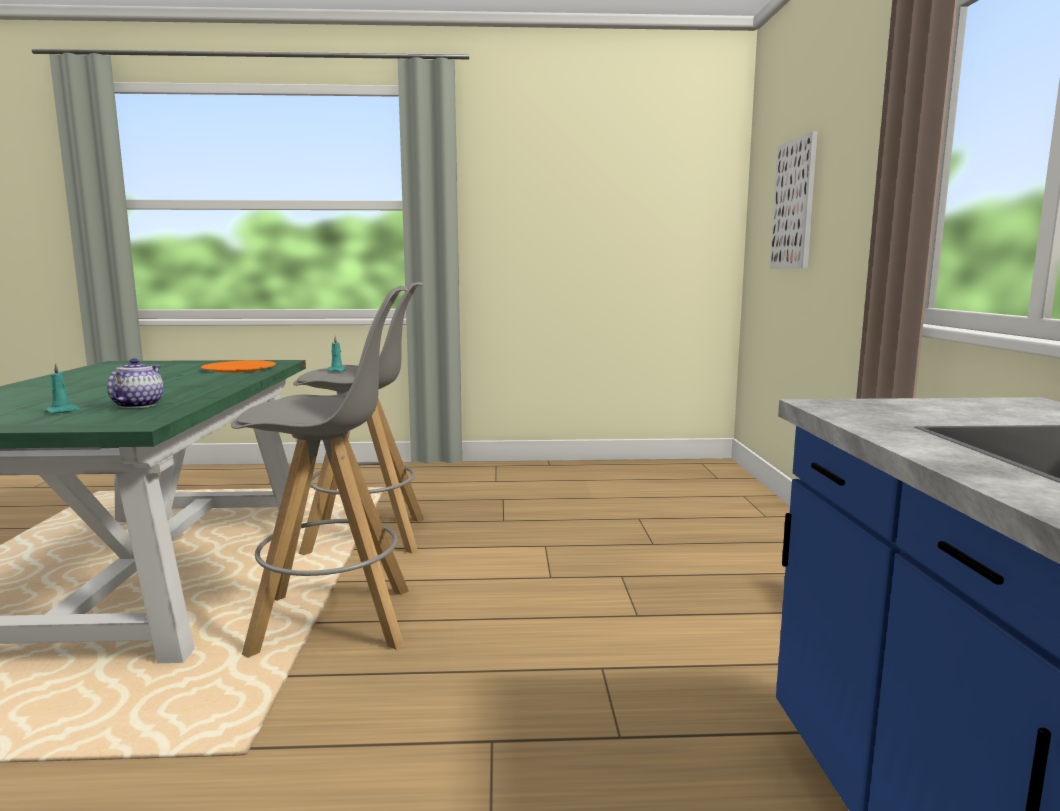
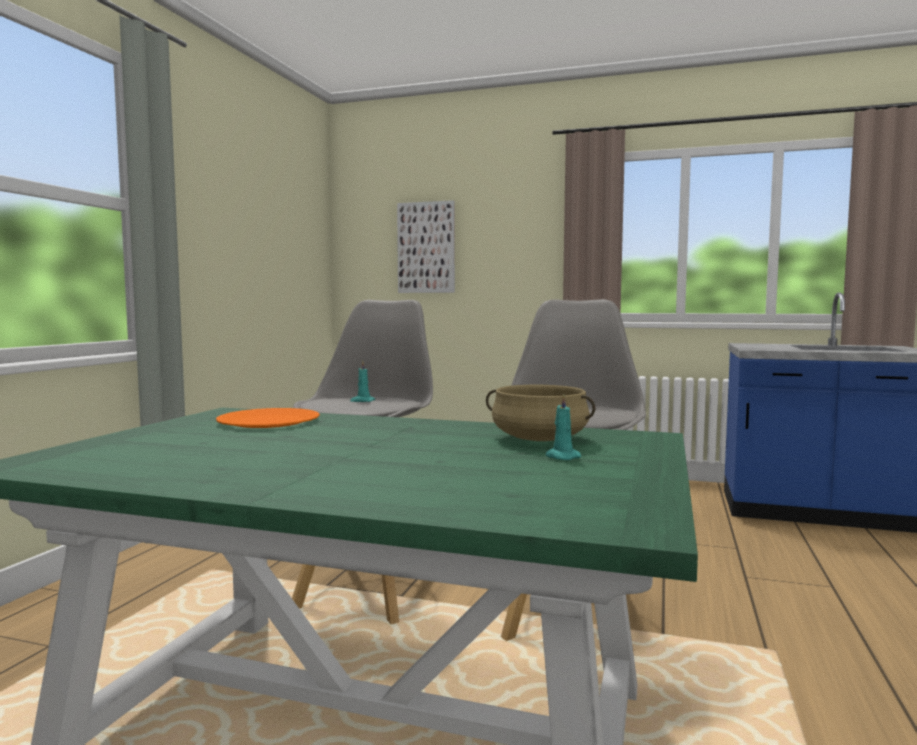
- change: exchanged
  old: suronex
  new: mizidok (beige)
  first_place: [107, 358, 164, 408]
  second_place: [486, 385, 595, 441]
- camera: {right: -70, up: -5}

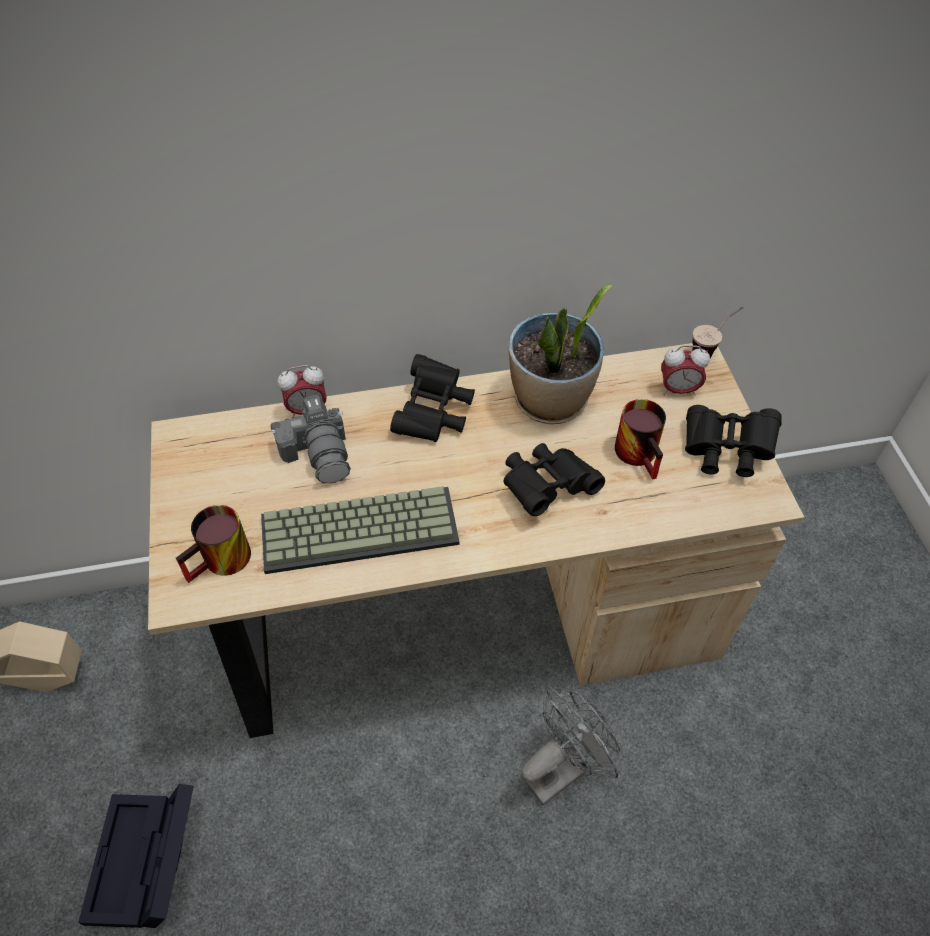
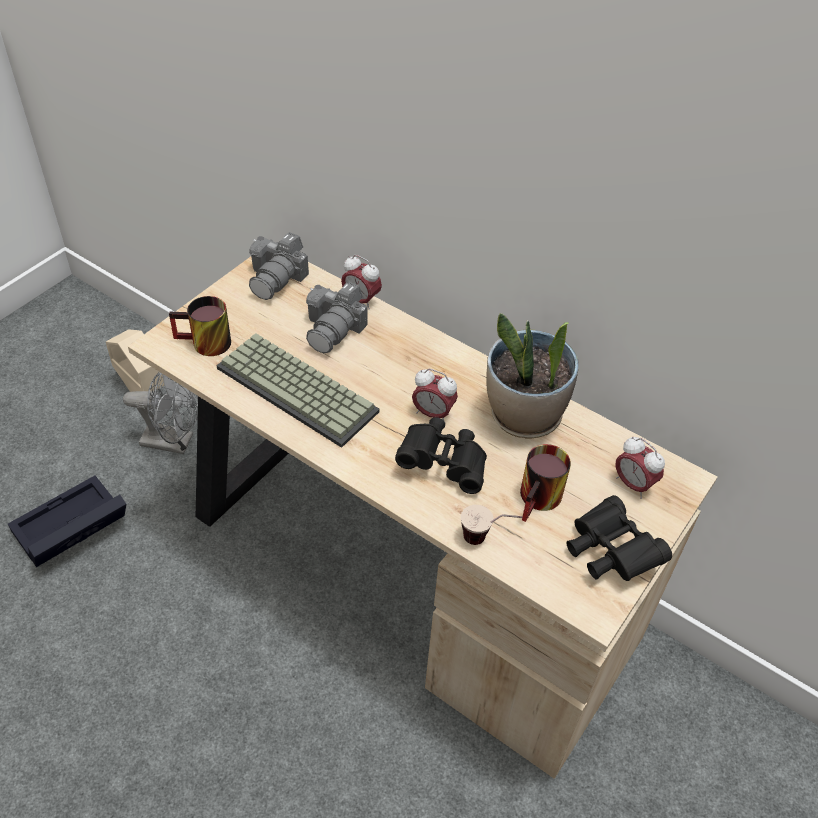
- change: relocated
  old: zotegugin
  first_place: [692, 307, 743, 358]
  second_place: [461, 505, 523, 545]
- change: missing
  old: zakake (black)
  first_place: [390, 354, 475, 442]
- change: relocated
  old: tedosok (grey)
  first_place: [521, 686, 620, 805]
  second_place: [123, 372, 198, 454]
- change: appeared
  new: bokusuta
  second_place: [249, 232, 309, 300]
- change: appeared
  new: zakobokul
  second_place: [412, 368, 458, 421]
- camera: {right: 45, up: -5}

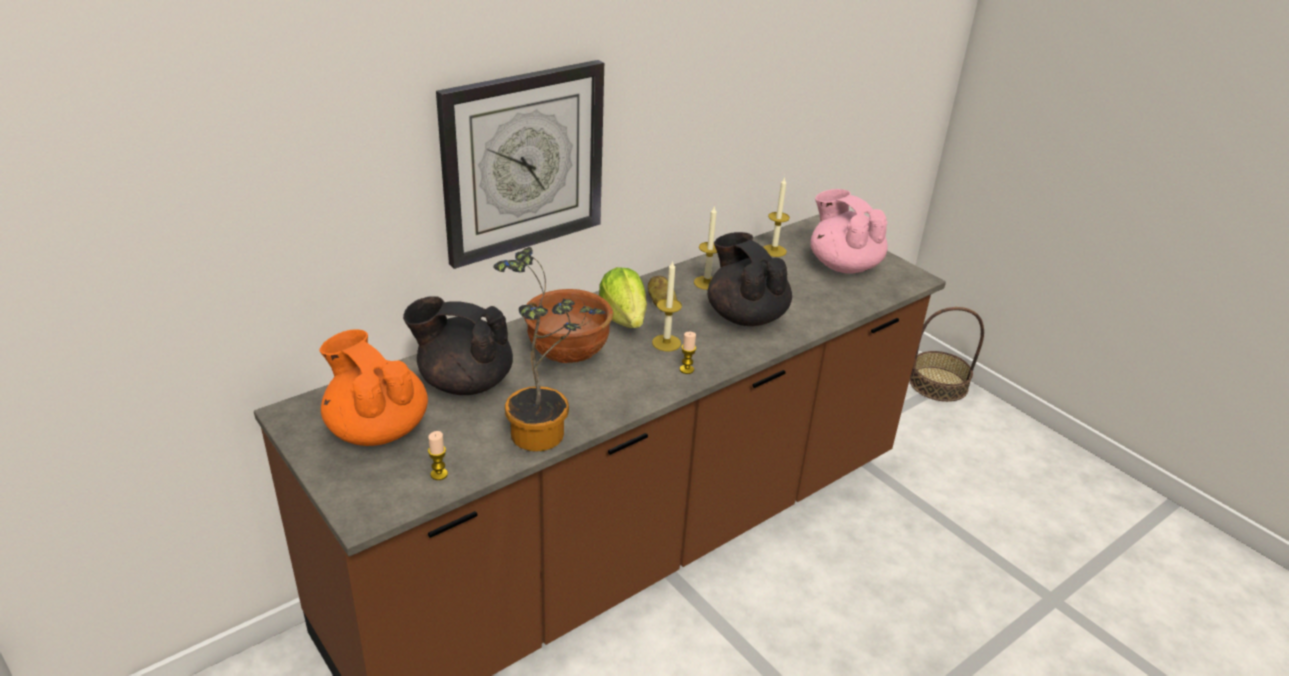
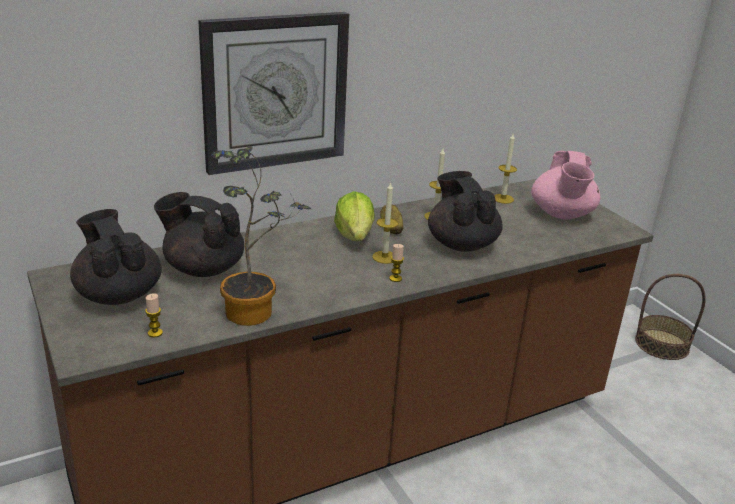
- change: spun
  old: suronex (pink)
  first_place: [810, 189, 888, 274]
  second_place: [531, 151, 600, 220]
  degrees: -150
- change: missing
  old: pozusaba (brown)
  first_place: [524, 289, 613, 363]
- change: colour
  old: suronex (orange)
  new: suronex (black)
  first_place: [320, 329, 428, 446]
  second_place: [70, 209, 162, 305]
- camera: {right: 10, up: -5}

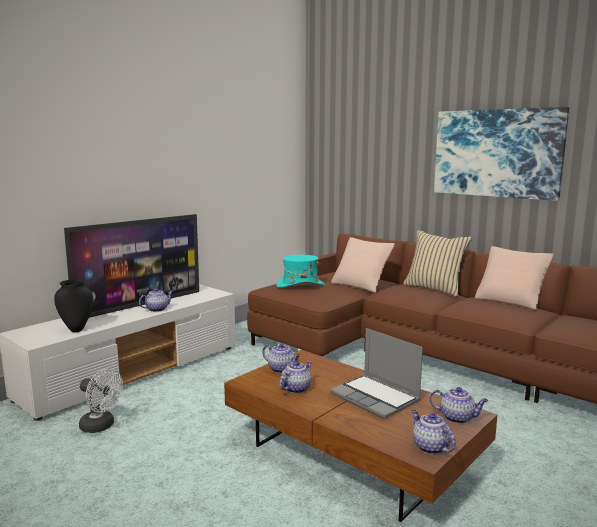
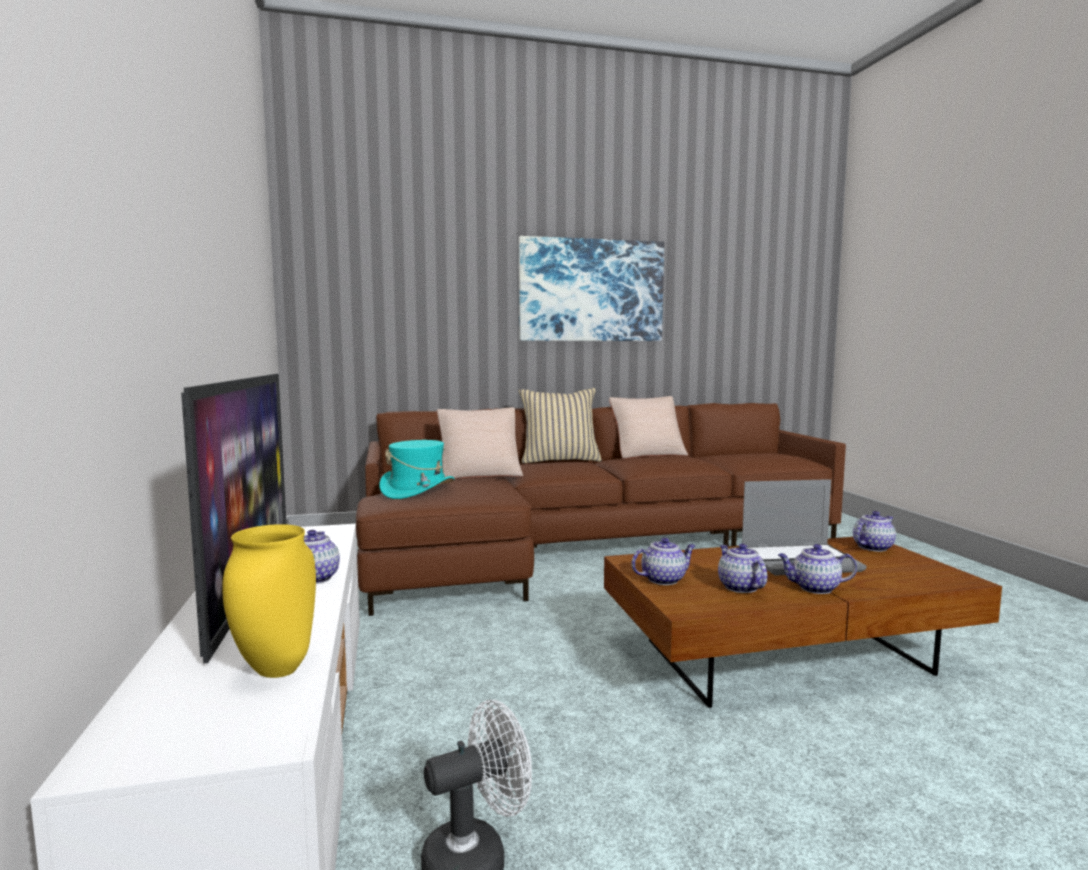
- change: colour
  old: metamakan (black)
  new: metamakan (yellow)
  first_place: [54, 279, 93, 332]
  second_place: [222, 524, 316, 678]
- change: relocated
  old: suronex
  first_place: [411, 410, 456, 454]
  second_place: [778, 544, 857, 594]
- camera: {right: -55, up: -5}

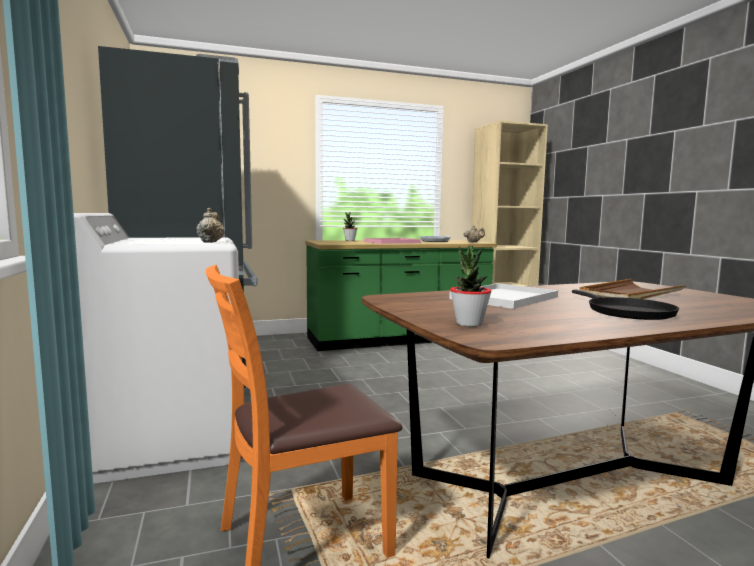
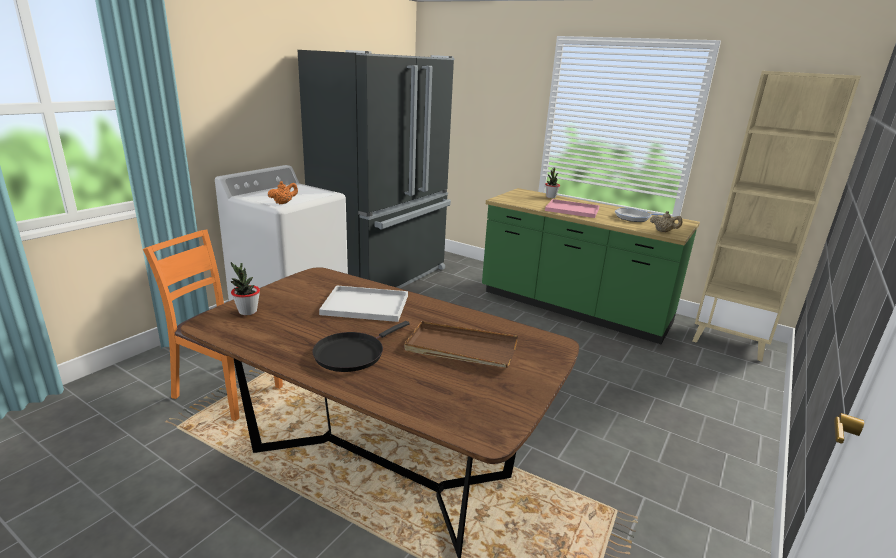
- change: colour
  old: suronex (beige)
  new: suronex (orange)
  first_place: [196, 208, 225, 243]
  second_place: [268, 181, 298, 204]
- camera: {right: 50, up: 15}

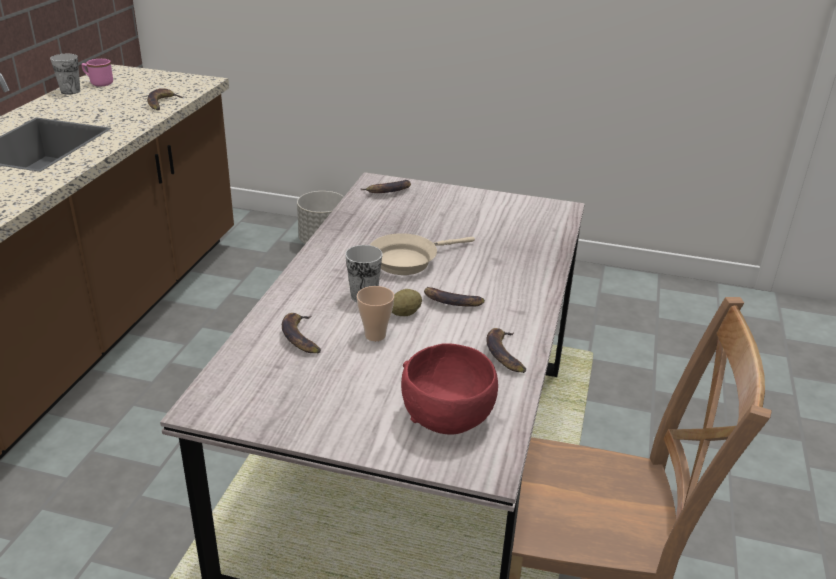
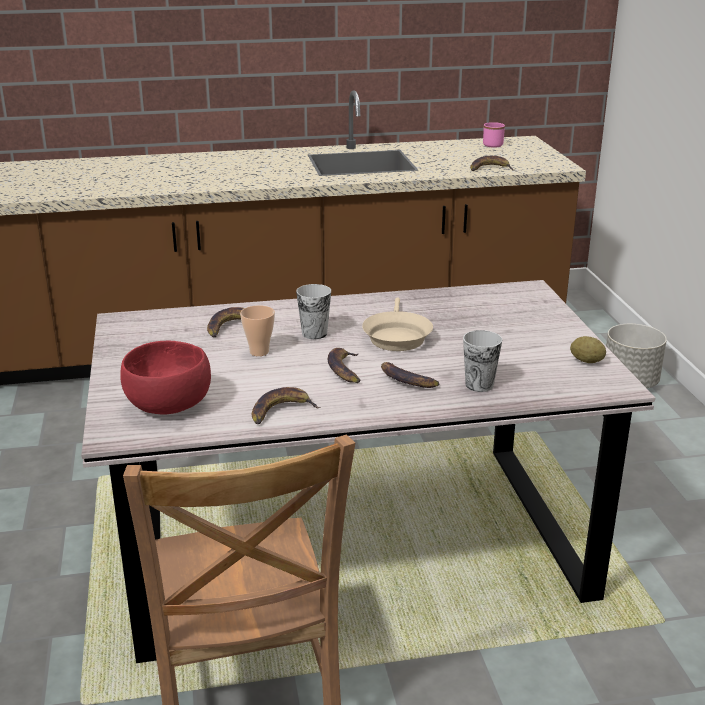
- change: relocated
  old: zotegugin
  first_place: [50, 54, 80, 95]
  second_place: [463, 330, 502, 392]
- change: relocated
  old: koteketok
  first_place: [360, 180, 411, 193]
  second_place: [381, 362, 439, 388]
- change: spun
  old: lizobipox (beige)
  first_place: [370, 233, 475, 275]
  second_place: [362, 297, 433, 351]
  degrees: -120
- change: relocated
  old: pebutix
  first_place: [392, 289, 422, 316]
  second_place: [570, 336, 606, 363]
- camera: {right: 65, up: -5}

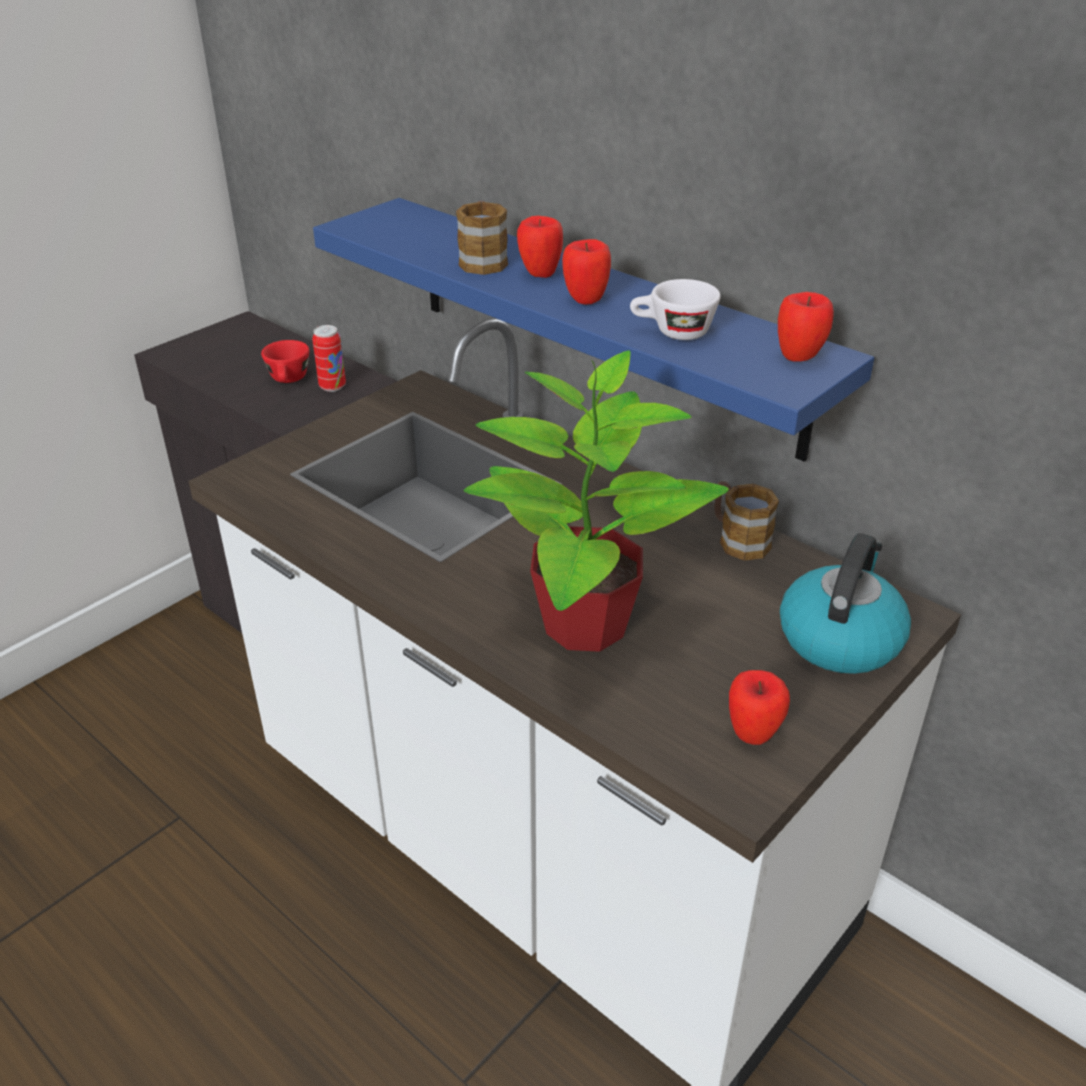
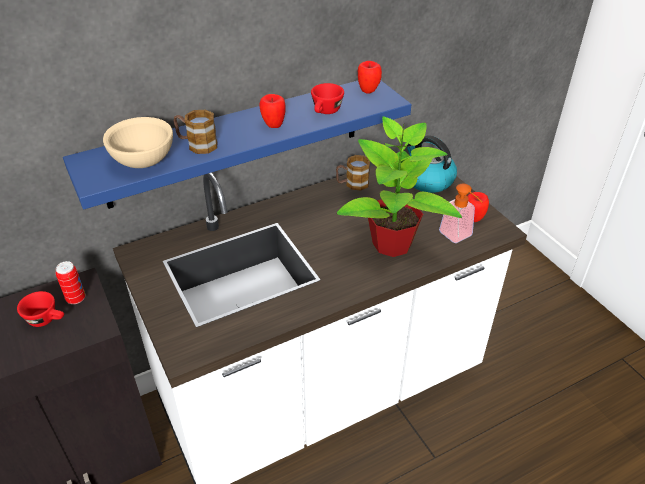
- change: missing
  old: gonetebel
  first_place: [517, 216, 563, 278]
- change: colour
  old: zotegugin (white)
  new: zotegugin (red)
  first_place: [630, 279, 721, 340]
  second_place: [311, 83, 344, 114]
- change: appeared
  new: pozusaba (beige)
  second_place: [103, 117, 173, 168]
- change: appeared
  new: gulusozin
  second_place: [439, 184, 482, 243]
- camera: {right: -70, up: 5}

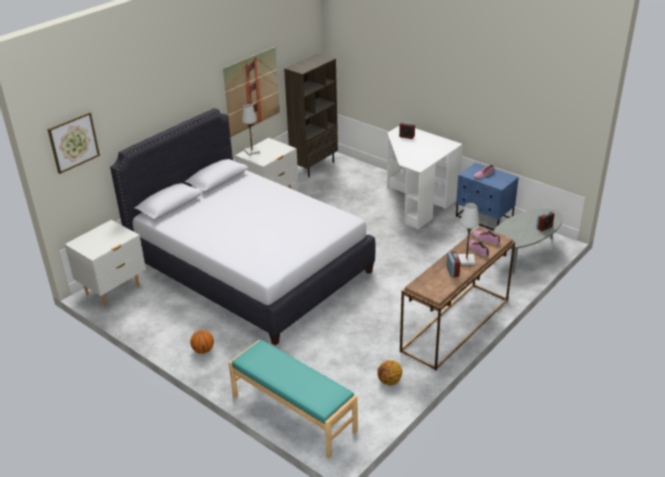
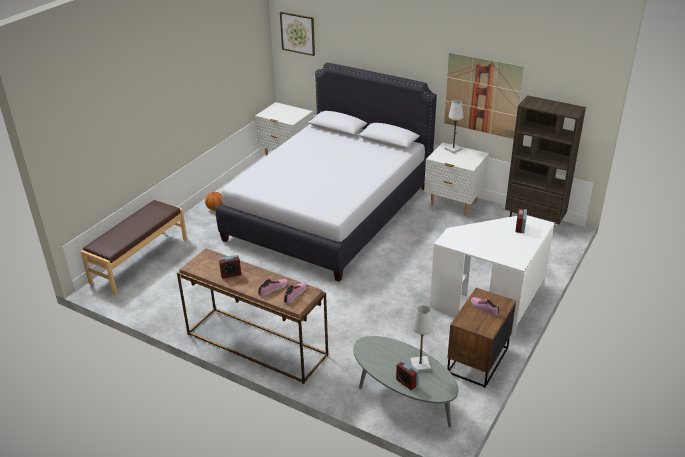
- change: colour
  old: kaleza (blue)
  new: kaleza (brown)
  first_place: [456, 163, 519, 231]
  second_place: [447, 288, 516, 388]
- change: relocated
  old: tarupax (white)
  first_place: [458, 203, 479, 265]
  second_place: [410, 305, 433, 372]
- change: colour
  old: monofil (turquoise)
  new: monofil (brown)
  first_place: [229, 340, 358, 459]
  second_place: [80, 200, 188, 295]
- change: missing
  old: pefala
  first_place: [377, 360, 402, 386]
- camera: {right: 80, up: 0}

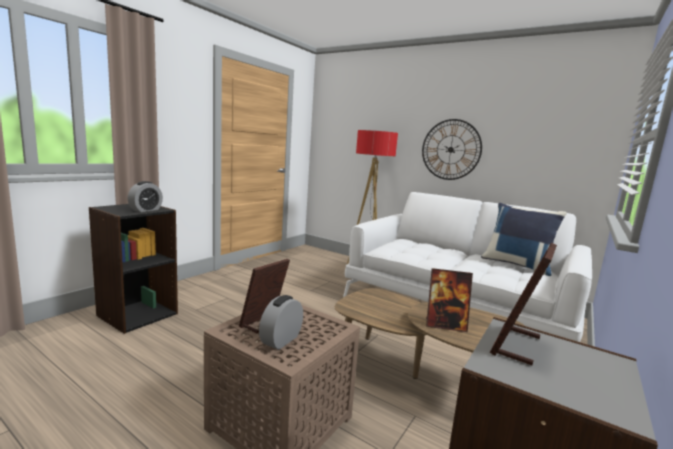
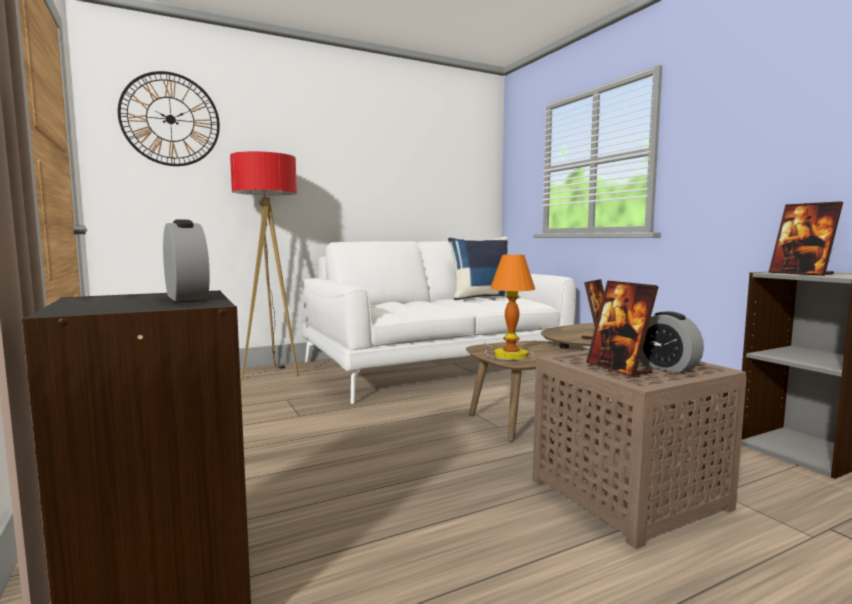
- change: relocated
  old: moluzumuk
  first_place: [422, 119, 482, 180]
  second_place: [118, 71, 220, 166]
- change: appeared
  new: tarupax
  second_place: [484, 254, 535, 360]
- camera: {right: -60, up: -5}

